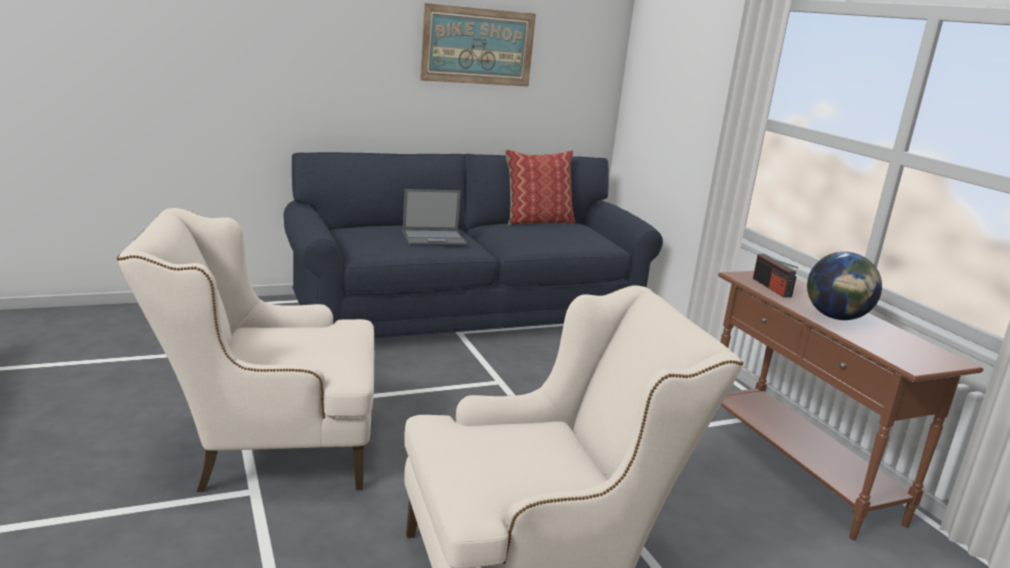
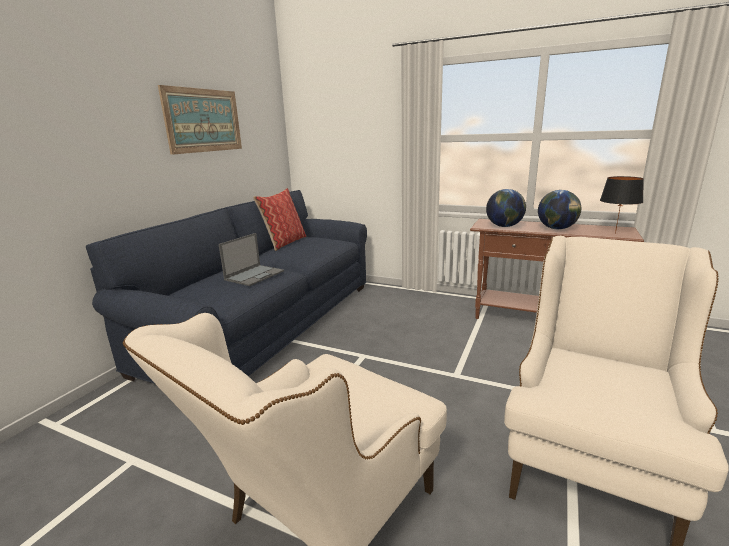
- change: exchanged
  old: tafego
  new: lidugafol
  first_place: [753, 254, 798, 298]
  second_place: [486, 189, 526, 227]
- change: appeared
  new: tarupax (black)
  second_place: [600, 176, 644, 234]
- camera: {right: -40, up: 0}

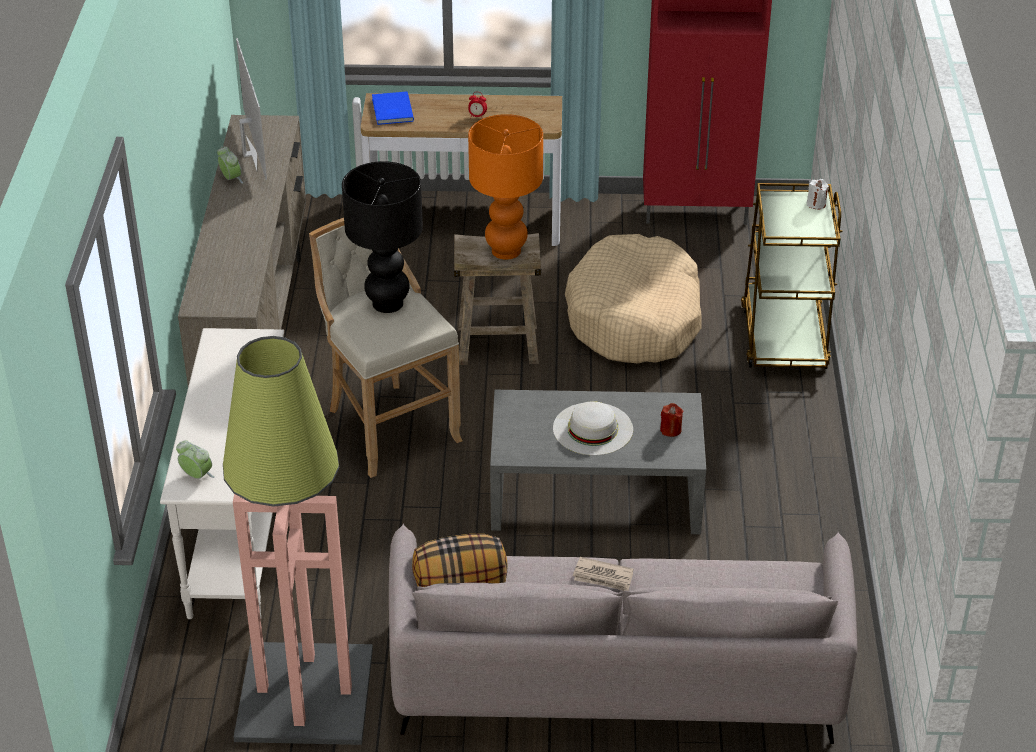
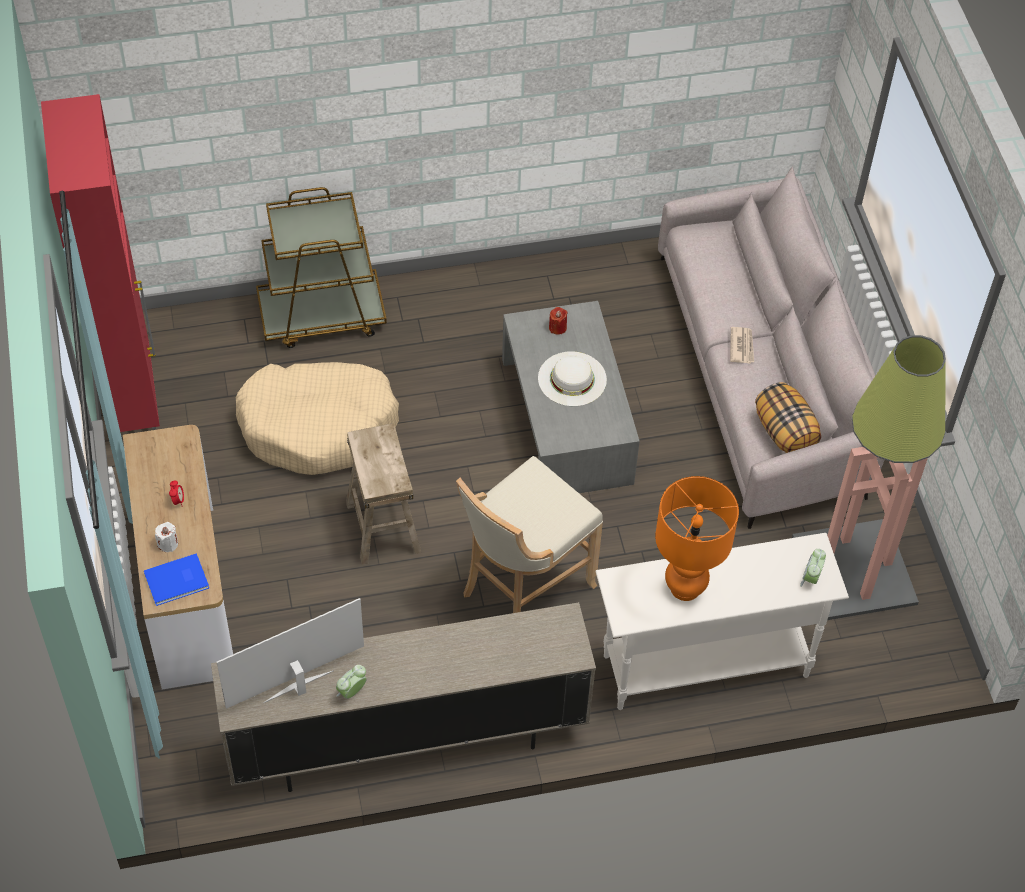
- change: relocated
  old: tarupax (orange)
  first_place: [468, 114, 543, 260]
  second_place: [655, 476, 739, 601]
- change: missing
  old: tarupax (black)
  first_place: [342, 161, 423, 313]
- change: relocated
  old: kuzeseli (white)
  first_place: [807, 179, 829, 210]
  second_place: [155, 522, 178, 552]
- camera: {right: -105, up: 15}

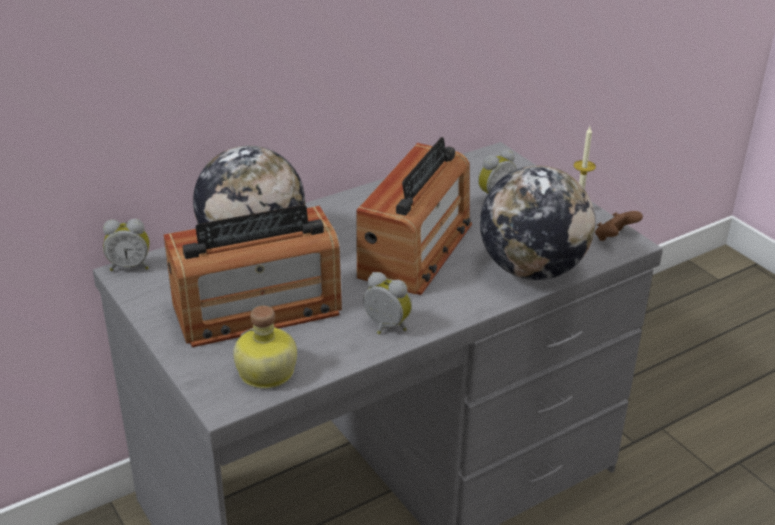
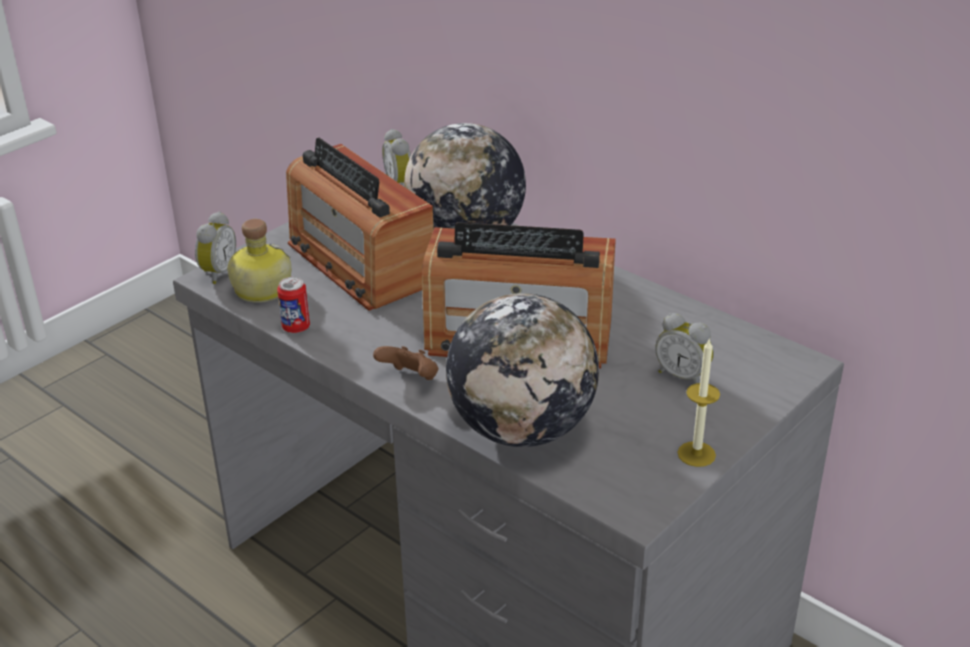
- change: relocated
  old: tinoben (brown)
  first_place: [595, 211, 643, 241]
  second_place: [373, 346, 438, 380]
- change: relocated
  old: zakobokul
  first_place: [363, 272, 412, 334]
  second_place: [195, 211, 236, 284]
- change: appeared
  new: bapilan
  second_place: [277, 277, 310, 333]
- camera: {right: 75, up: 0}

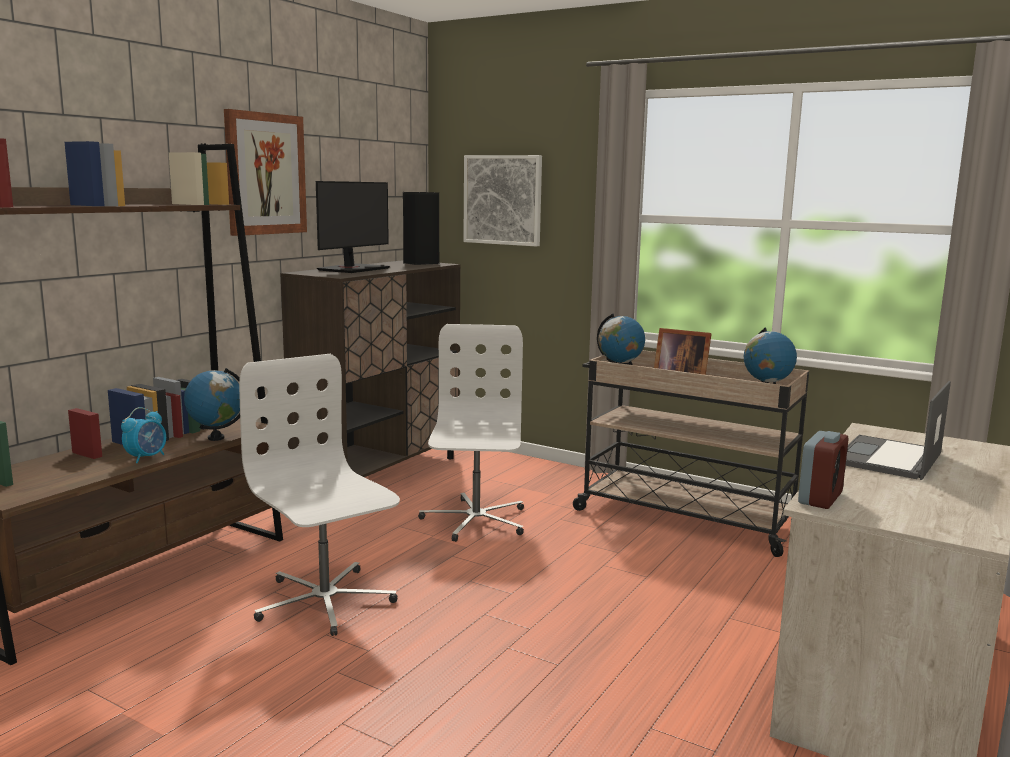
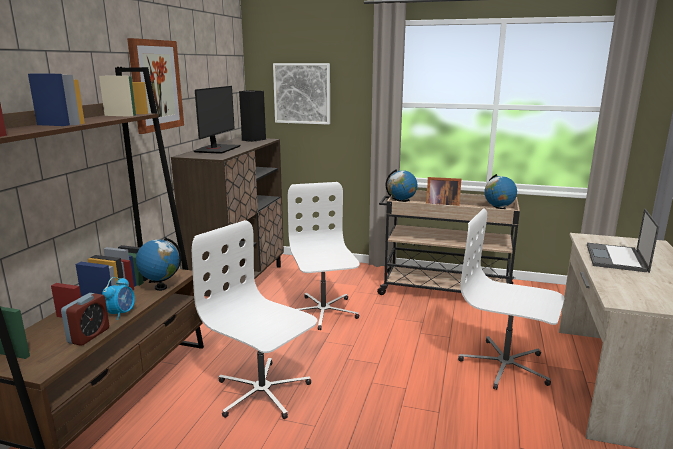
- change: relocated
  old: zakobokul
  first_place: [798, 431, 848, 509]
  second_place: [61, 293, 109, 346]
- change: appeared
  new: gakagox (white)
  second_place: [458, 208, 565, 390]
- camera: {right: -15, up: 5}

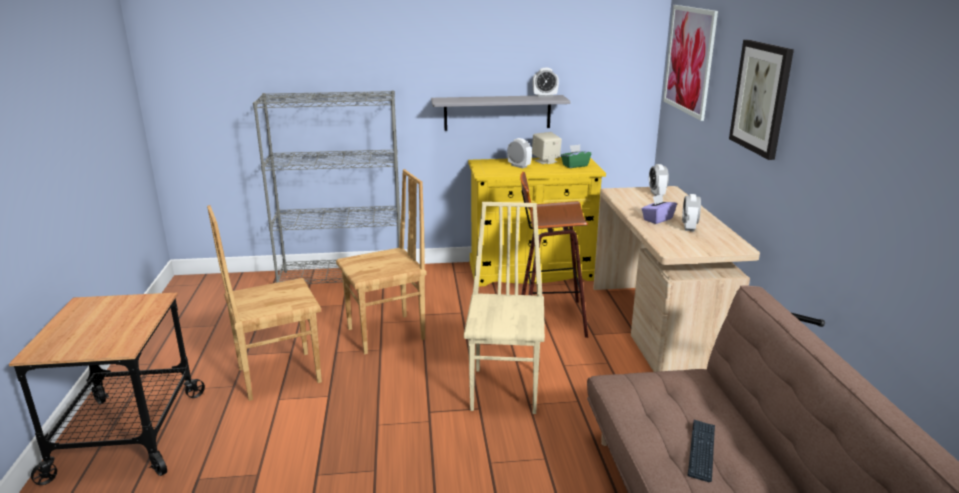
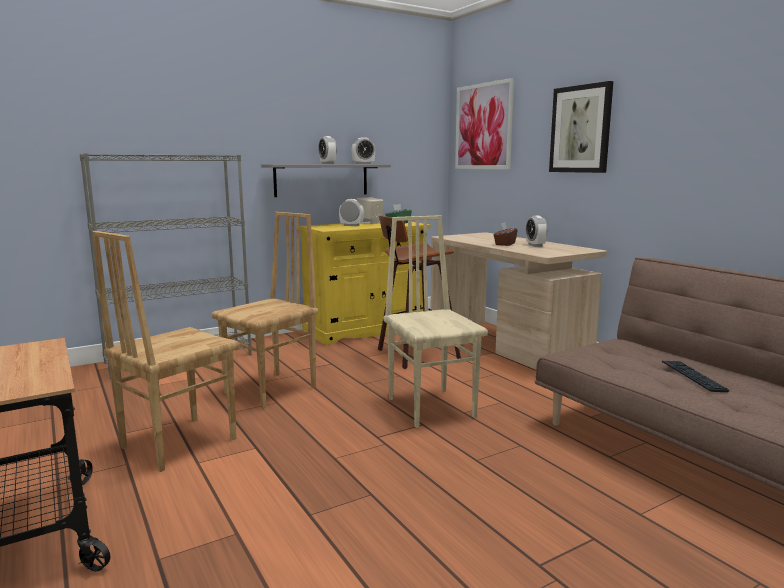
- change: relocated
  old: zakobokul
  first_place: [649, 164, 669, 196]
  second_place: [318, 136, 337, 164]
- change: colour
  old: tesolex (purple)
  new: tesolex (brown)
  first_place: [642, 194, 677, 224]
  second_place: [493, 222, 518, 246]
- camera: {right: -25, up: -10}

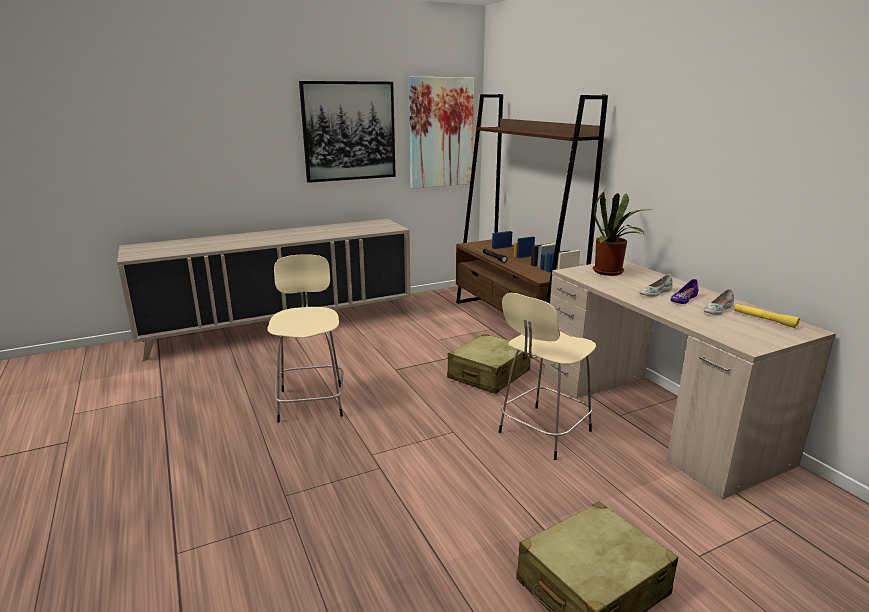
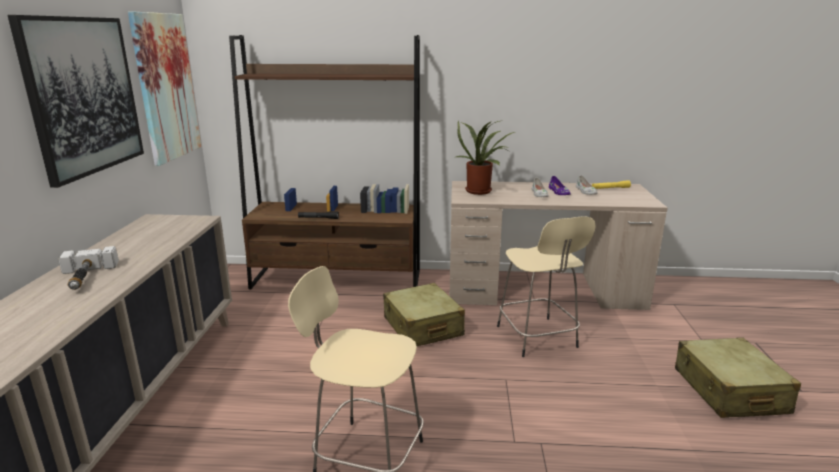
- change: appeared
  new: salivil
  second_place: [58, 246, 119, 290]
- camera: {right: -60, up: 0}

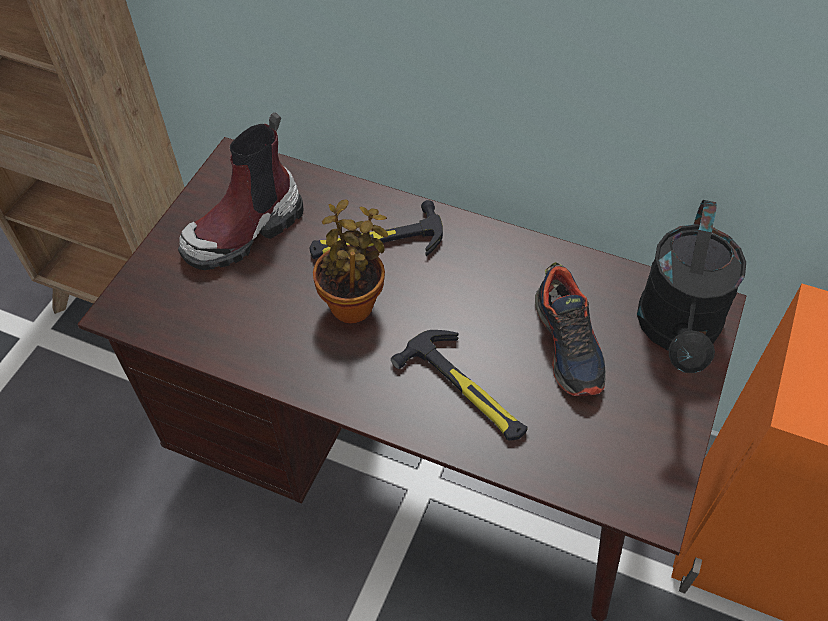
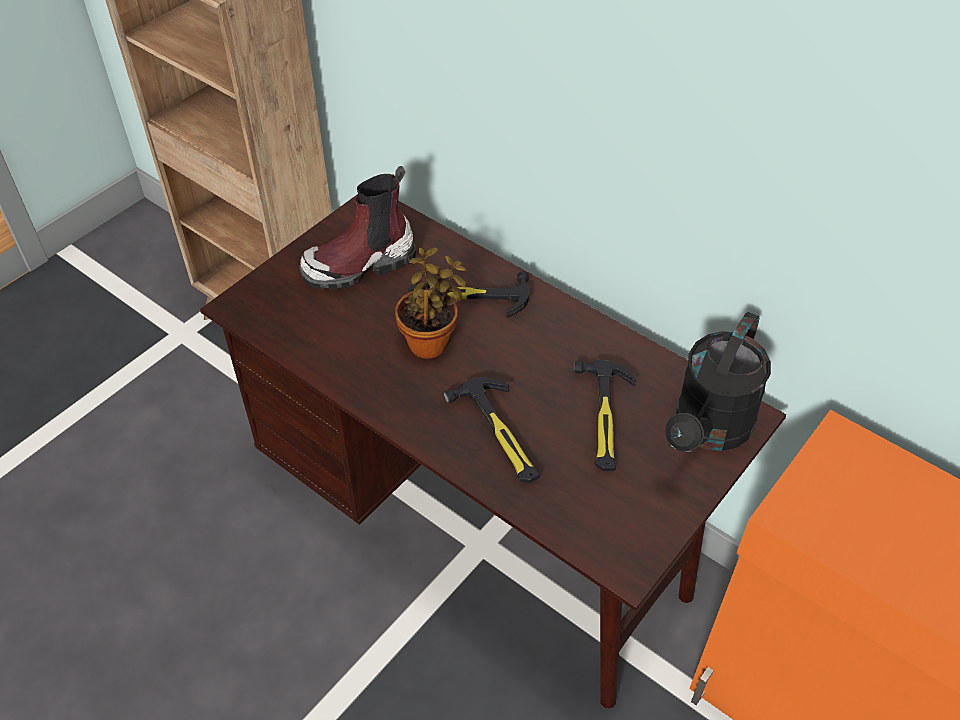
- change: exchanged
  old: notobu
  new: salivil
  first_place: [535, 262, 606, 396]
  second_place: [574, 360, 636, 471]
- camera: {right: 15, up: -5}

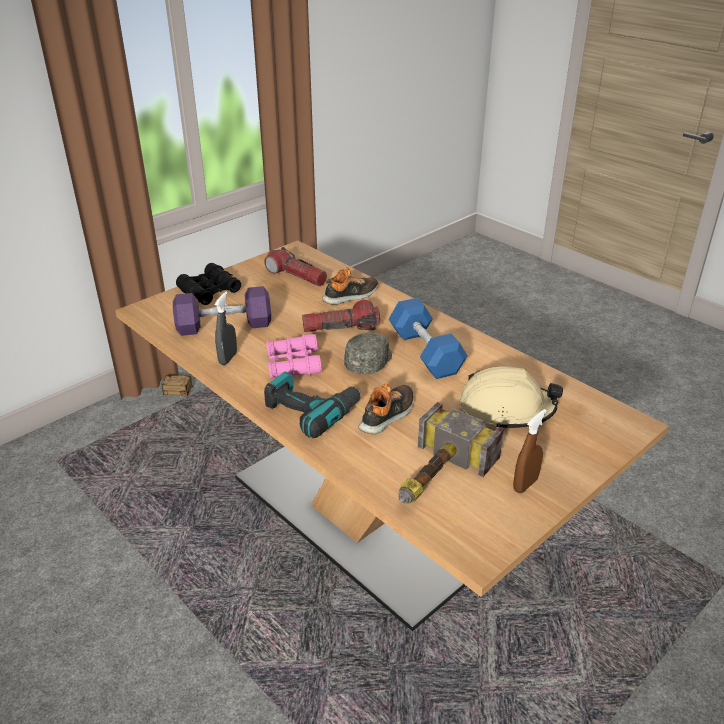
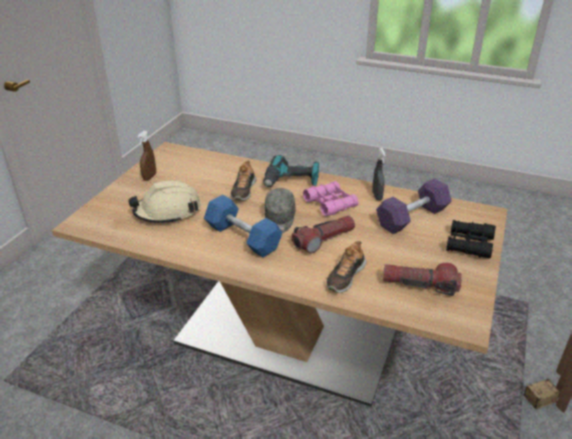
- change: missing
  old: salivil
  first_place: [398, 402, 504, 504]
- camera: {right: 155, up: 0}

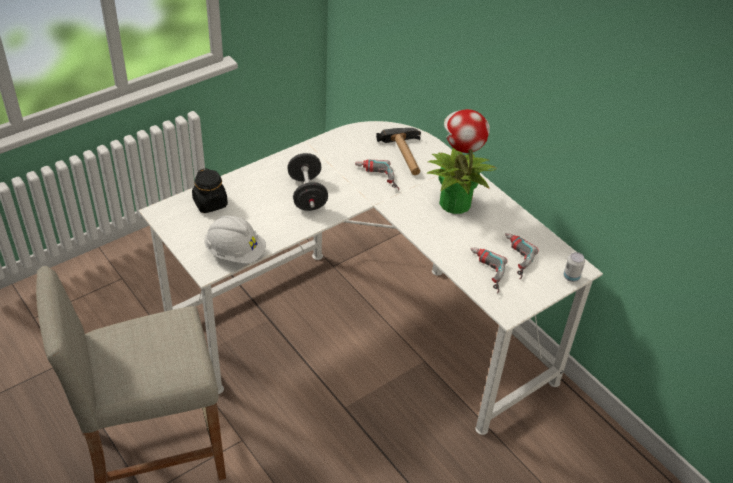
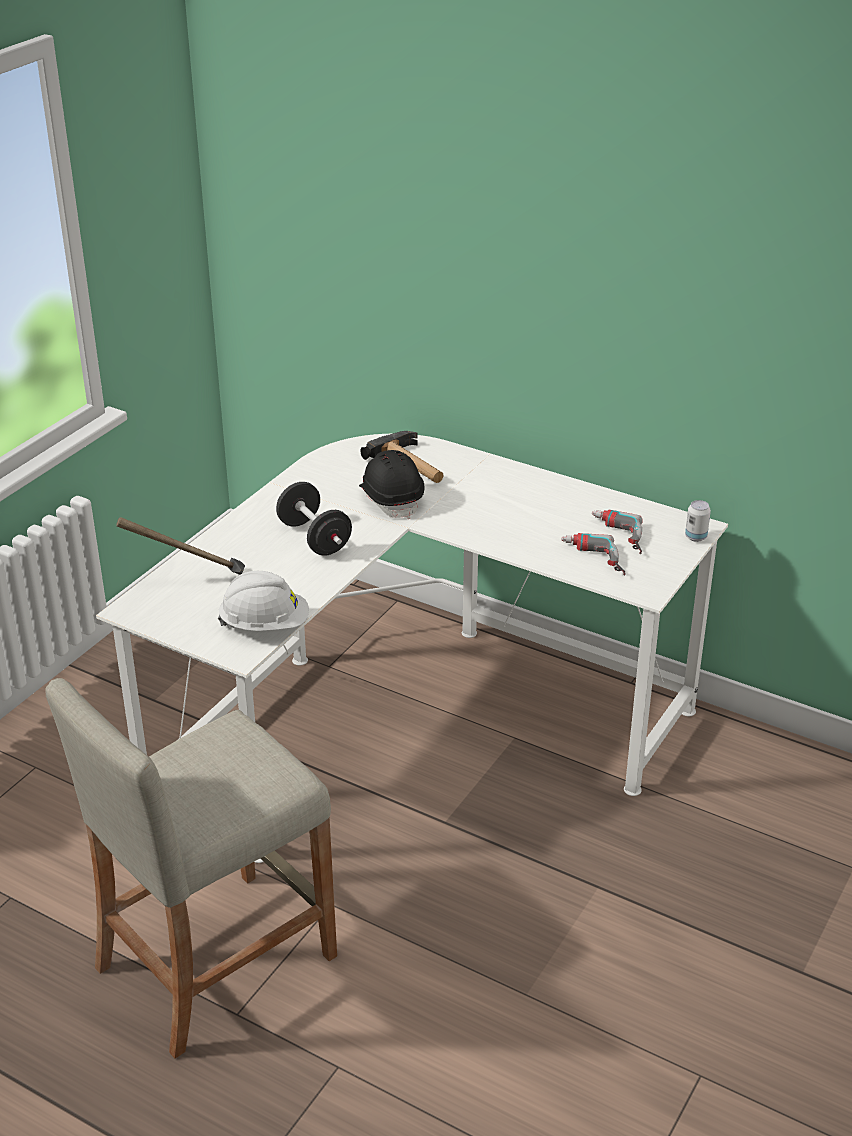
- change: missing
  old: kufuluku
  first_place: [426, 109, 496, 214]
- change: exchanged
  old: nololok
  new: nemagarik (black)
  first_place: [355, 159, 399, 191]
  second_place: [359, 450, 424, 519]
- change: exchanged
  old: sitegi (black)
  new: salivil
  first_place: [192, 168, 228, 213]
  second_place: [116, 517, 245, 575]
- camera: {right: -20, up: -10}

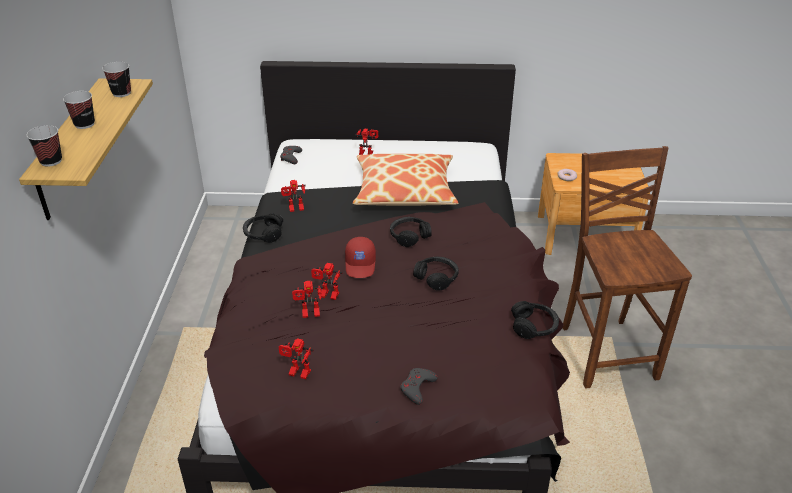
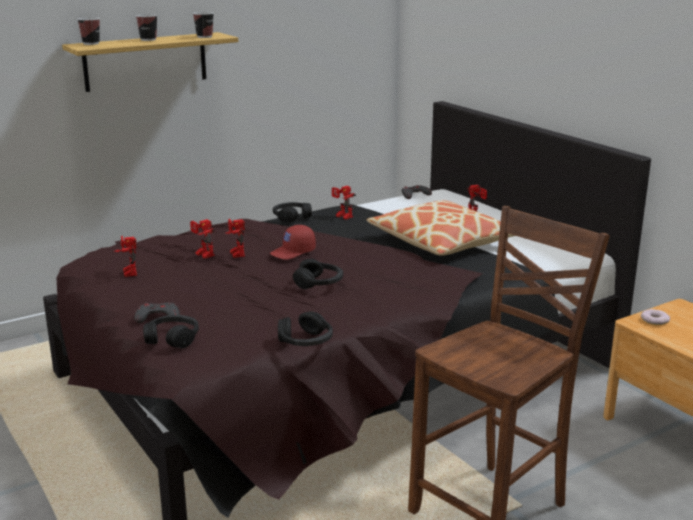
- change: relocated
  old: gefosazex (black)
  first_place: [390, 217, 432, 247]
  second_place: [143, 315, 199, 348]
- camera: {right: 55, up: -15}

